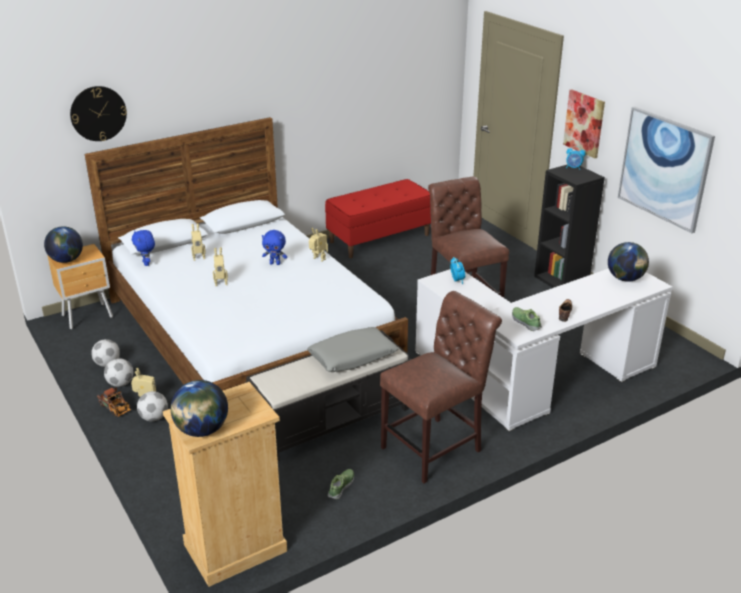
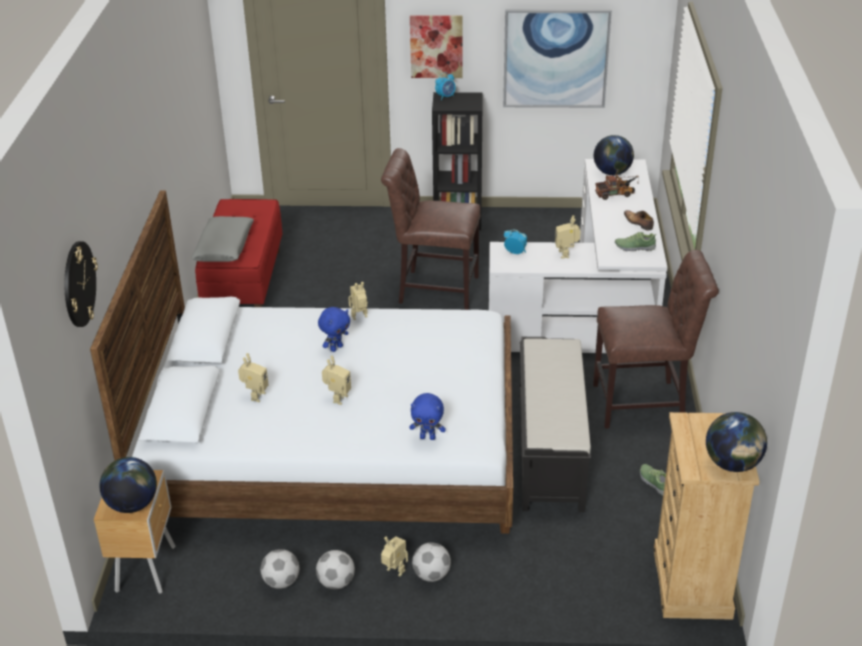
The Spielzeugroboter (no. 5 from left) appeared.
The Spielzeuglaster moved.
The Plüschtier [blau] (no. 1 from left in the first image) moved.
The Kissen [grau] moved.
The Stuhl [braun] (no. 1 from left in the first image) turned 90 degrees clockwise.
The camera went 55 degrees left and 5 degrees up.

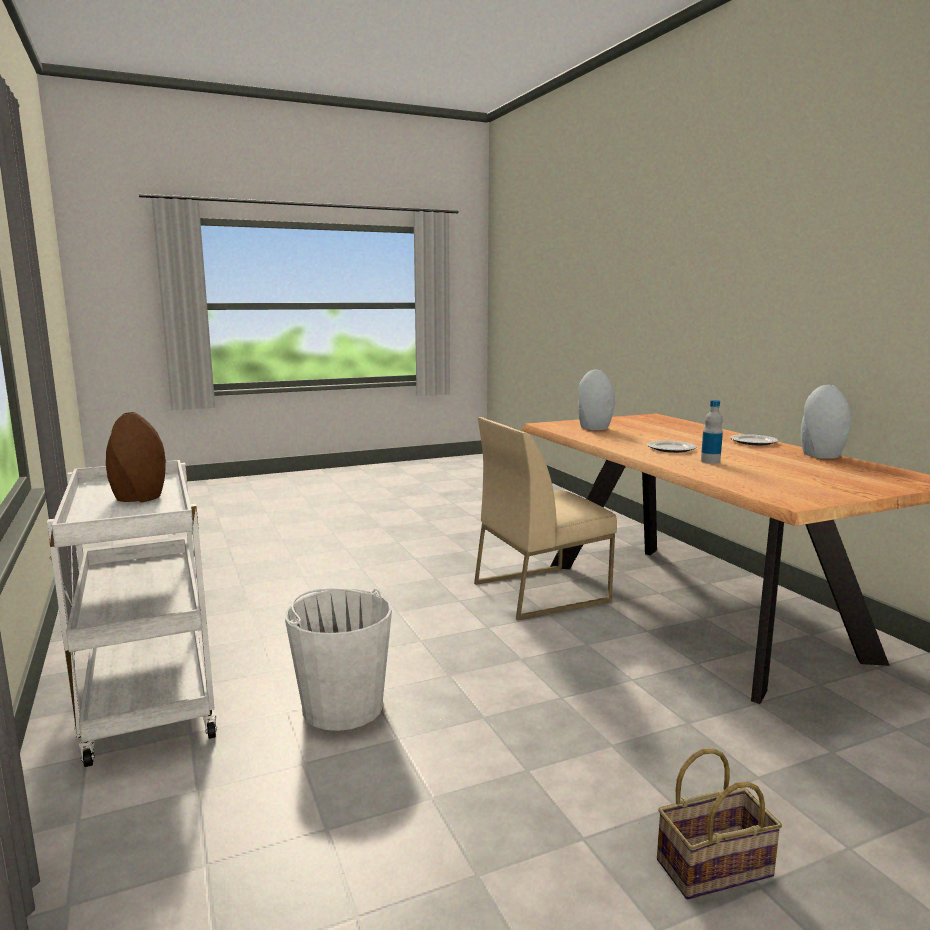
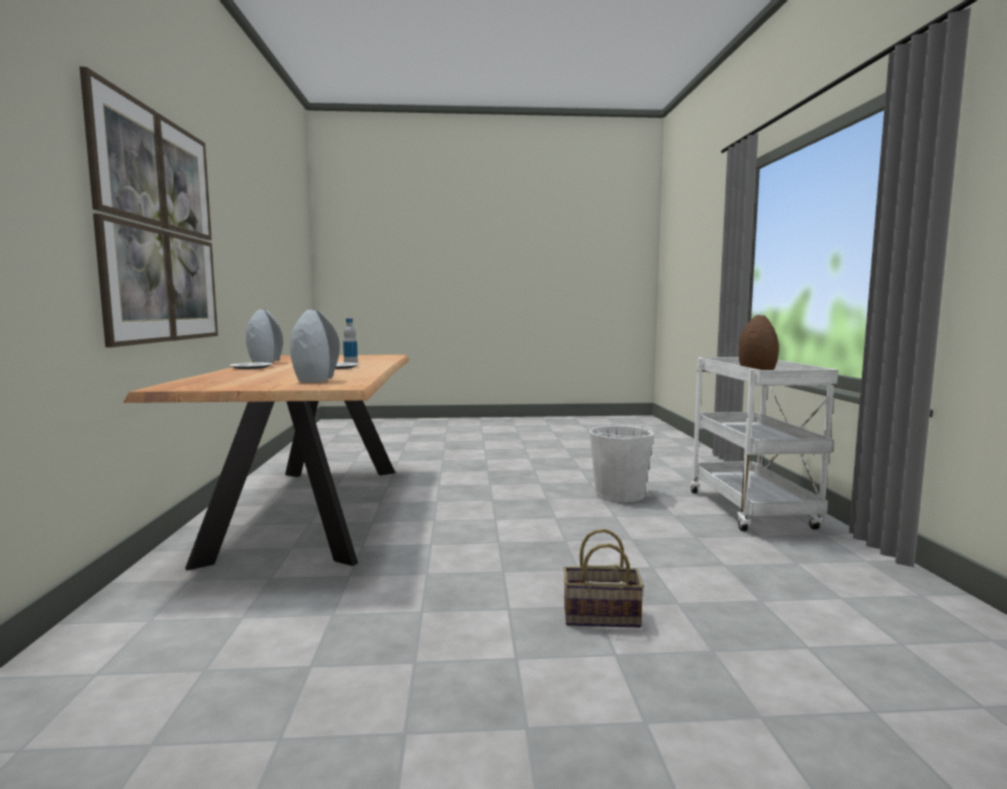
The Stuhl [beige] disappeared.
The Bild appeared.
The Korb moved.
The camera went 160 degrees left and 5 degrees down.

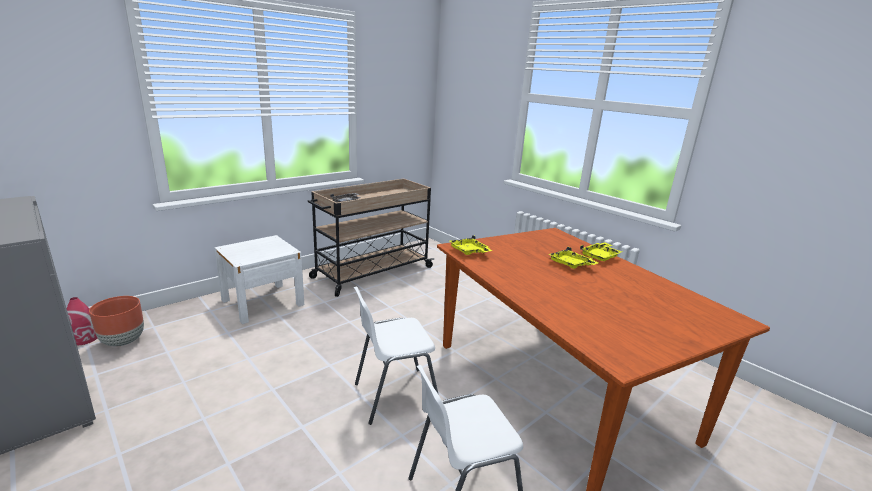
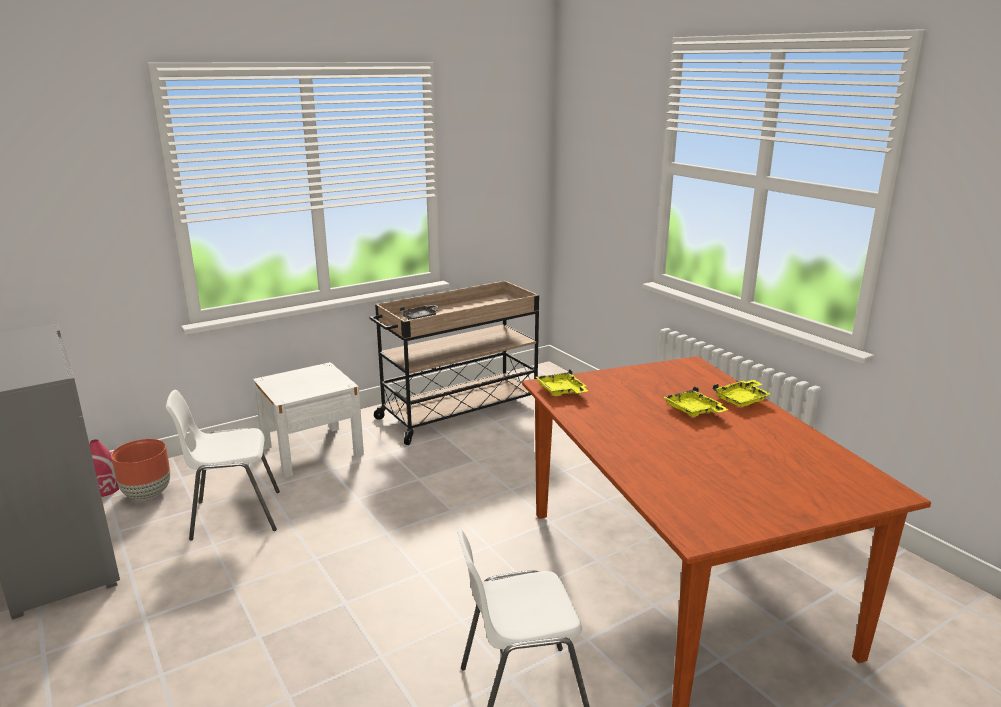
The Stuhl [weiß] (no. 1 from left) moved.
The camera went 10 degrees right and 0 degrees up.

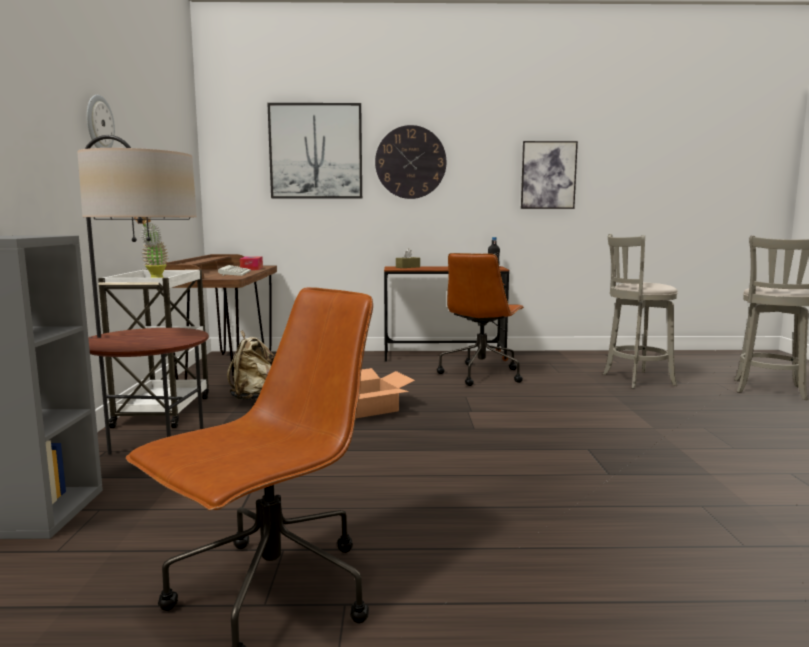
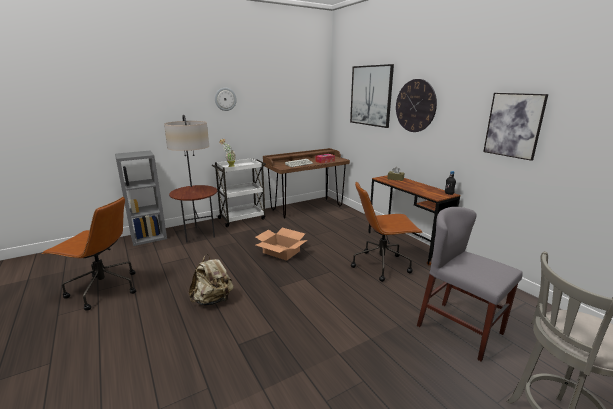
The Rucksack [beige] moved.
The Hocker [grau] (no. 1 from left) was replaced by the Stuhl [grau].
The camera went 60 degrees right and 10 degrees up.

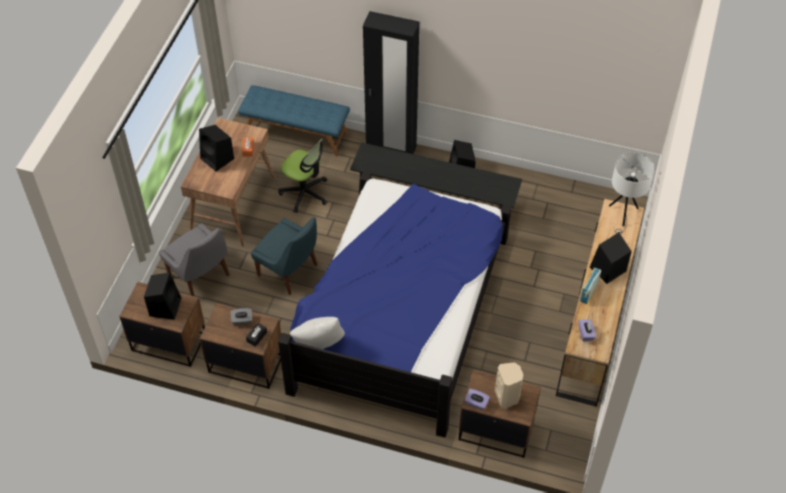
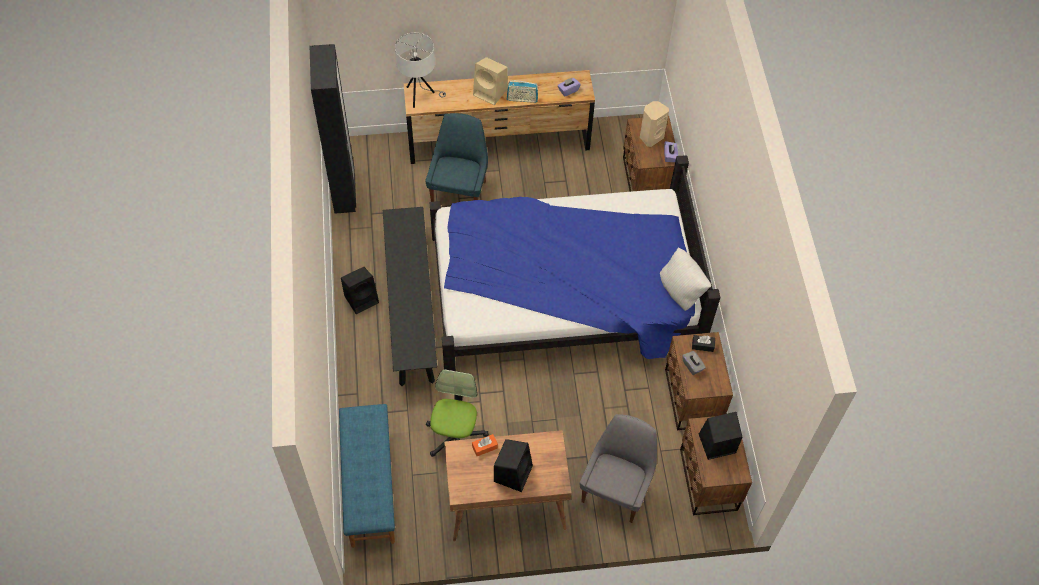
The Stuhl [blau] moved.
The Kleiderschrank [schwarz] moved.
The Lautsprecher [schwarz] (no. 4 from left) became the Lautsprecher [beige] (no. 1 from left).
The camera went 115 degrees left and 5 degrees up.

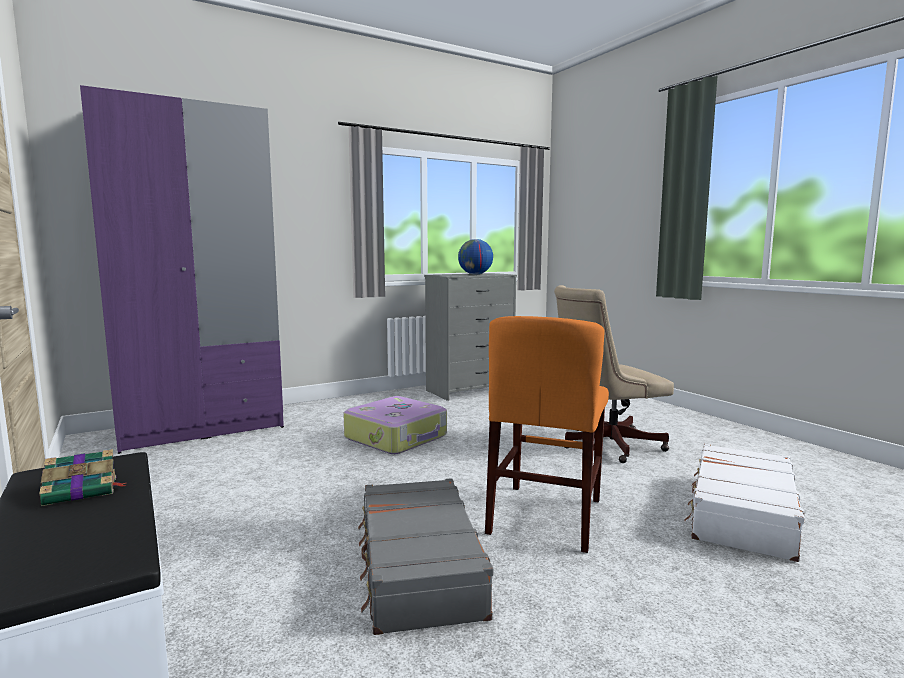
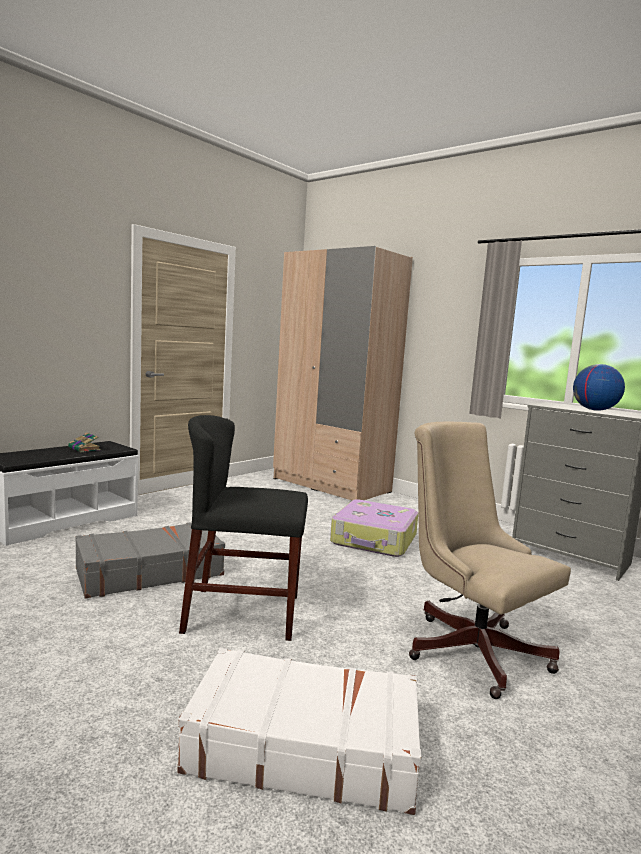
The Kleiderschrank [lila] became the Kleiderschrank [beige].
The Stuhl [orange] became the Stuhl [schwarz].
The camera went 70 degrees right and 0 degrees up.

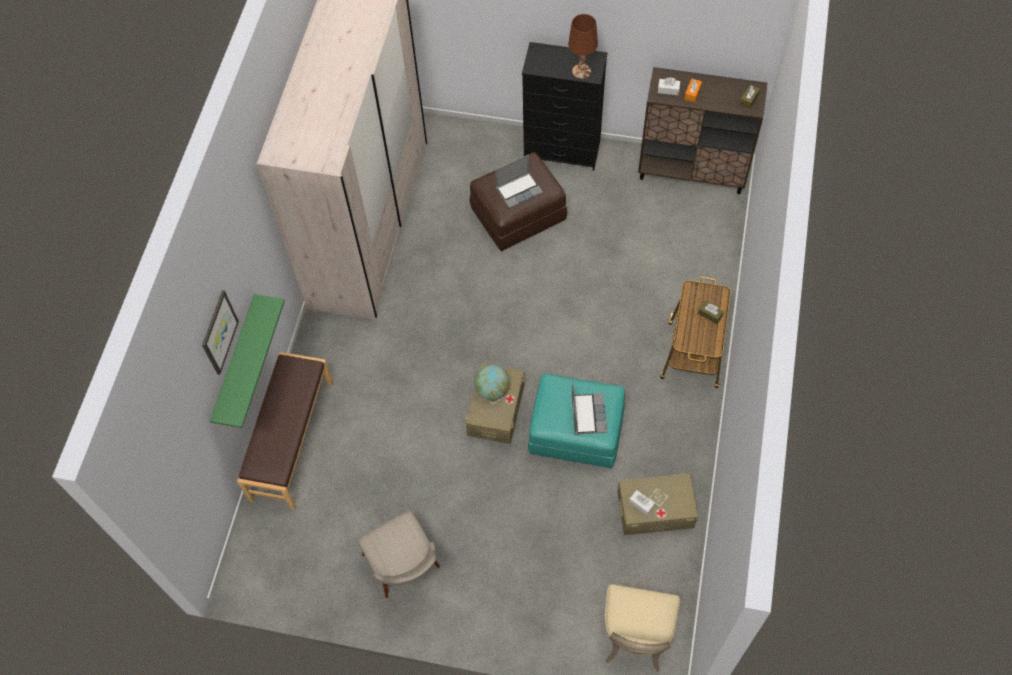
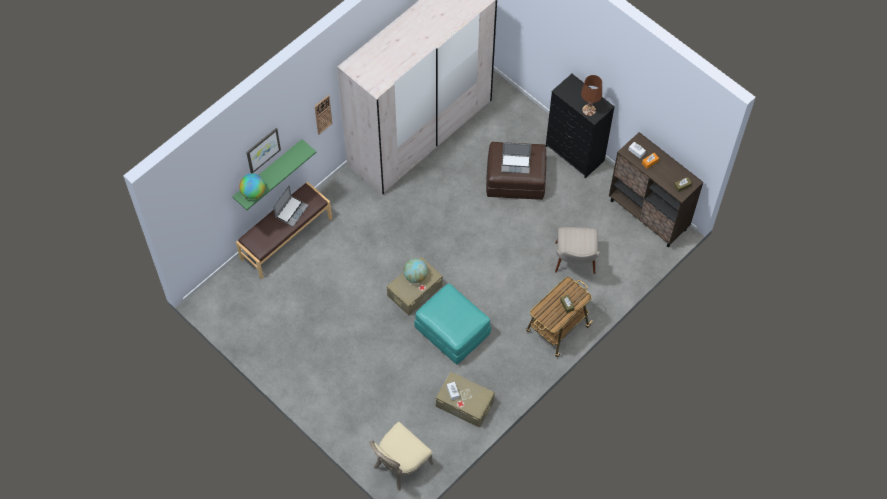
The Globus (no. 1 from left) appeared.
The Wanduhr appeared.
The Stuhl [beige] (no. 1 from left in the first image) moved.
The Laptop (no. 2 from left in the first image) moved.
The camera went 30 degrees right and 0 degrees up.

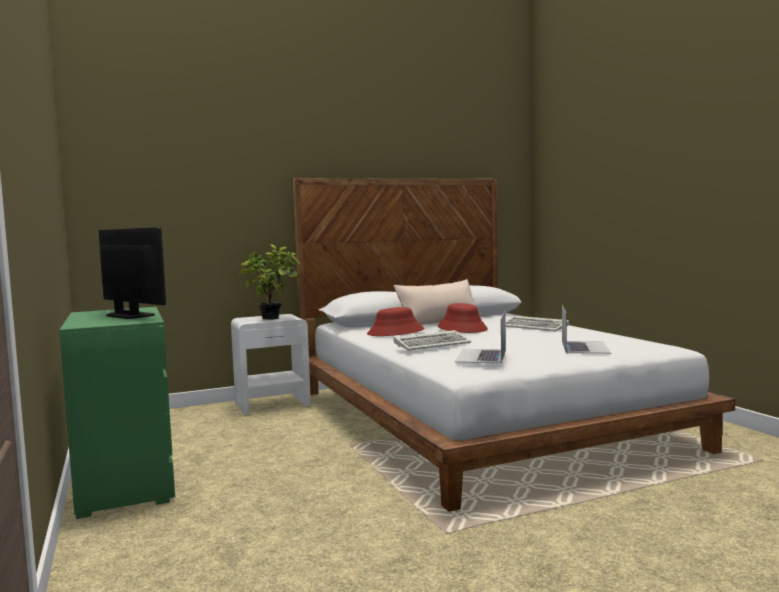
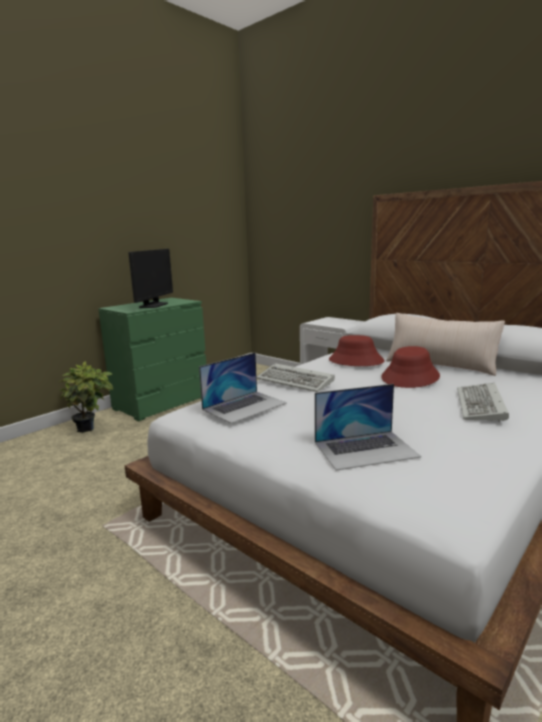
The Topfpflanze moved.
The Laptop (no. 1 from left) turned 150 degrees clockwise.
The camera went 65 degrees right and 10 degrees up.

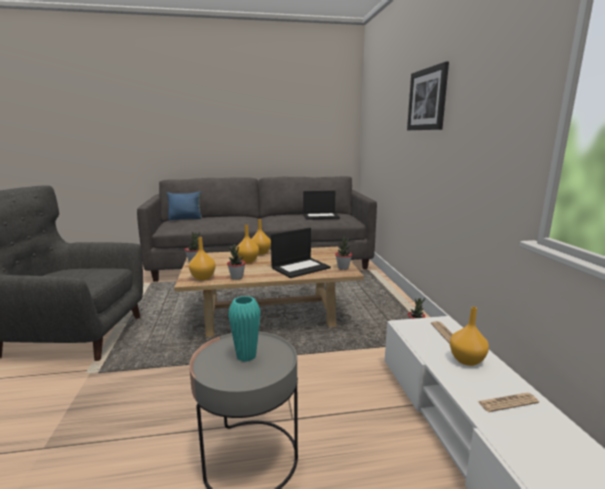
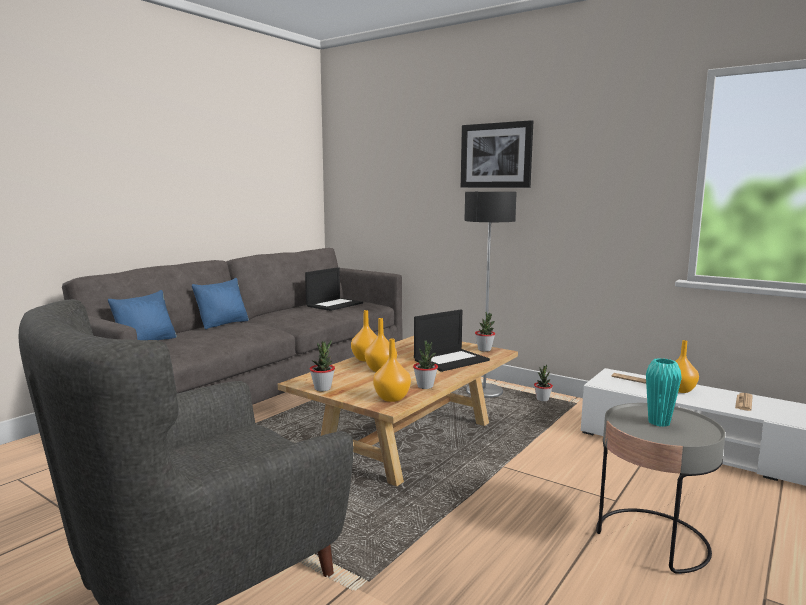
The Kissen [blau] (no. 2 from left) appeared.
The Stehlampe appeared.
The Laptop (no. 1 from left in the first image) turned 45 degrees clockwise.
The camera went 45 degrees left and 5 degrees down.

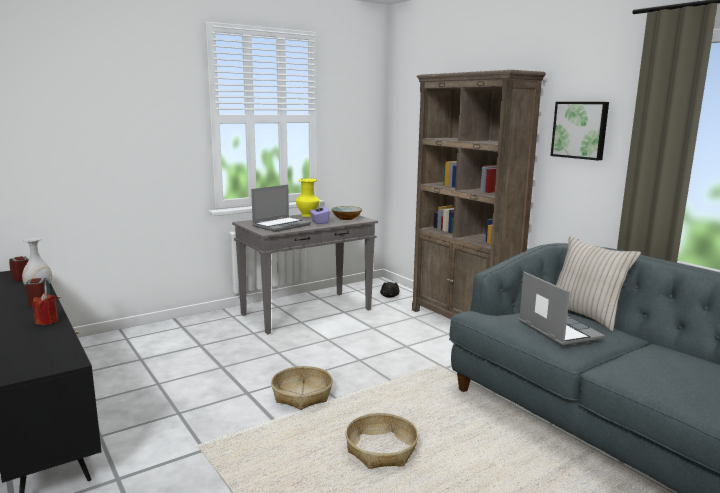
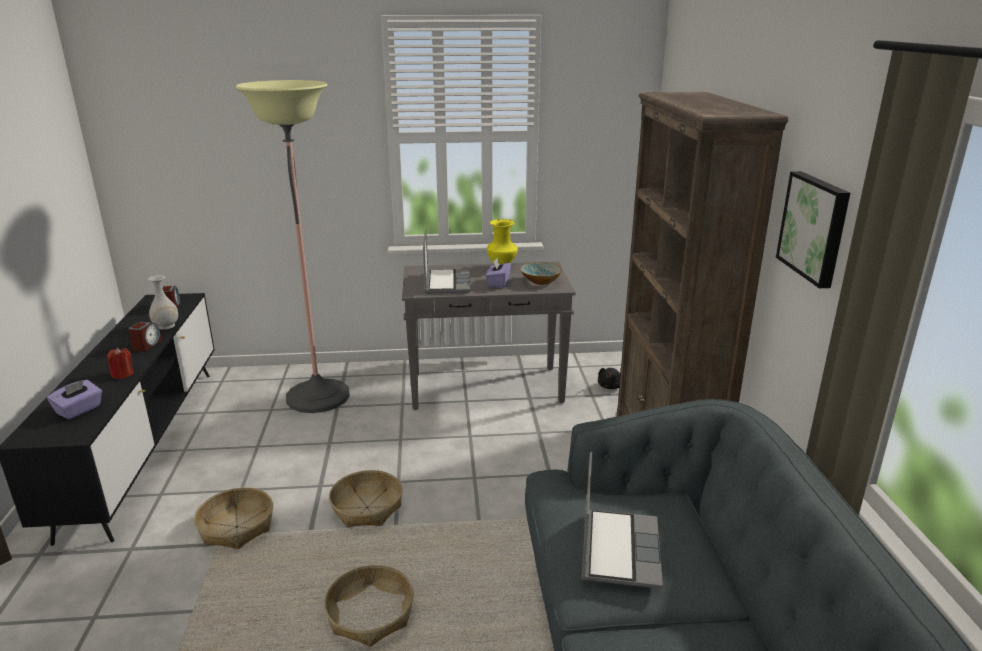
The Kissen [beige] disappeared.
The Taschentuchbox [lila] (no. 1 from left) appeared.
The Korb (no. 1 from left) appeared.
The Stehlampe appeared.
The Laptop (no. 1 from left) turned 75 degrees counterclockwise.
The camera went 30 degrees right and 10 degrees up.

